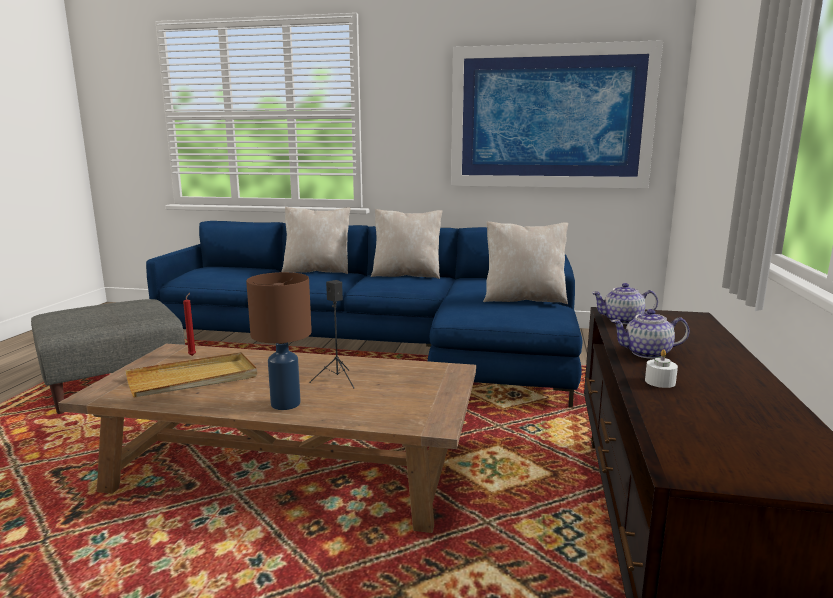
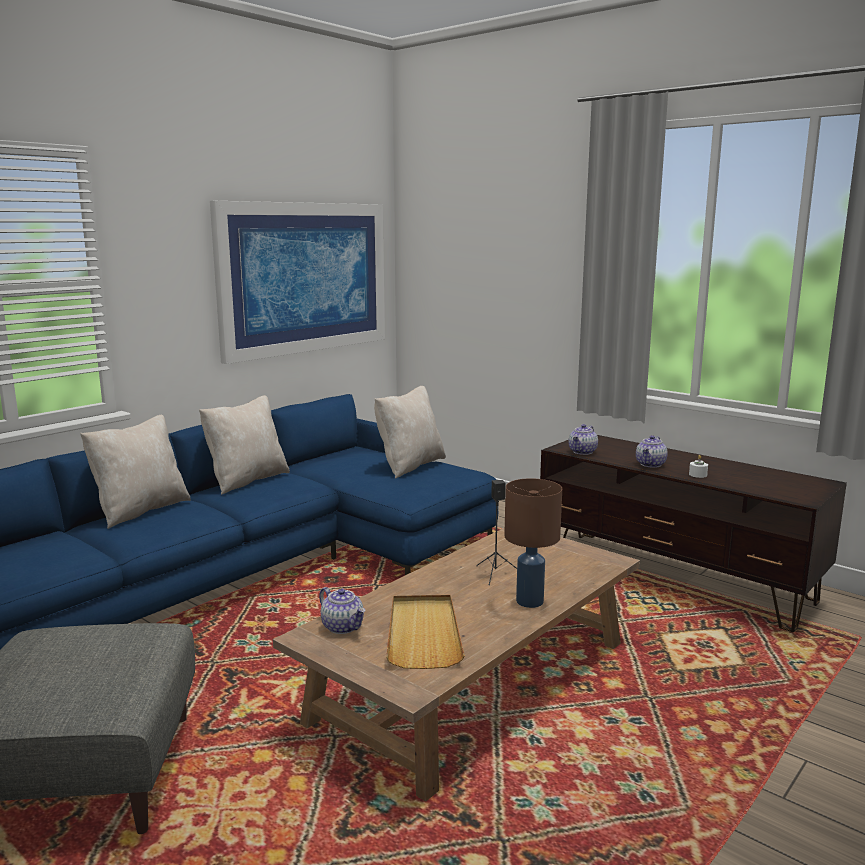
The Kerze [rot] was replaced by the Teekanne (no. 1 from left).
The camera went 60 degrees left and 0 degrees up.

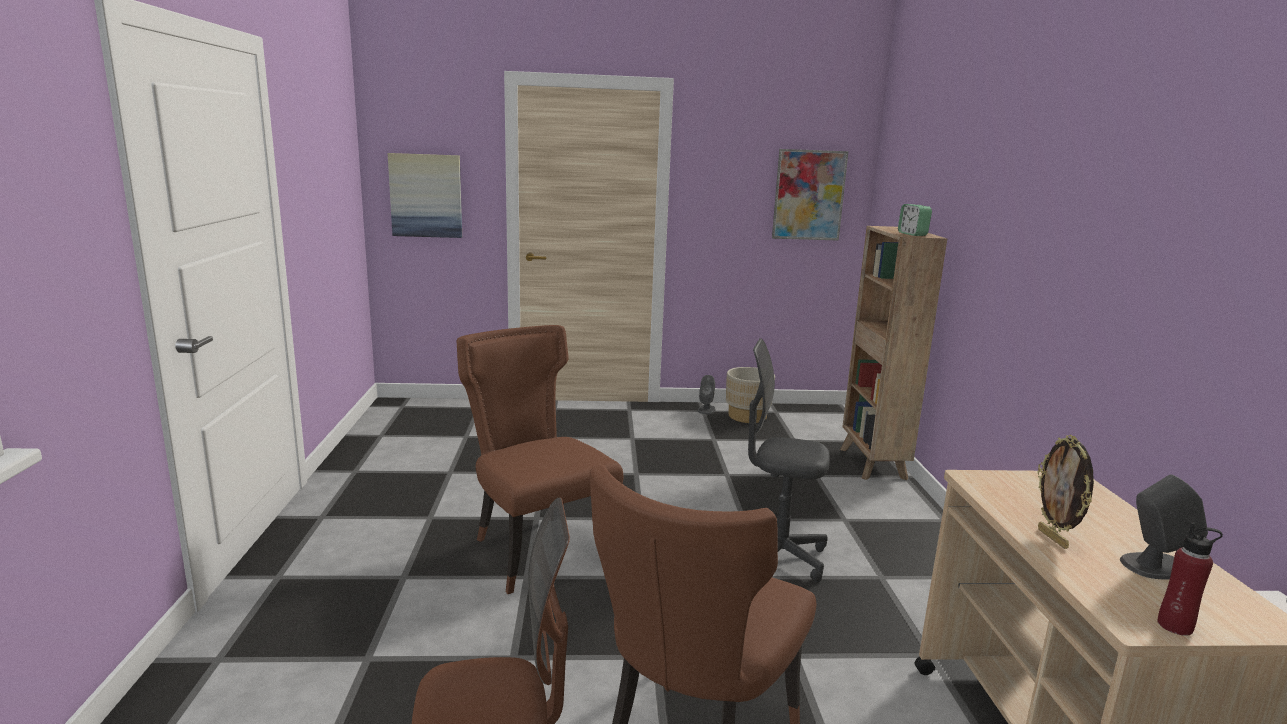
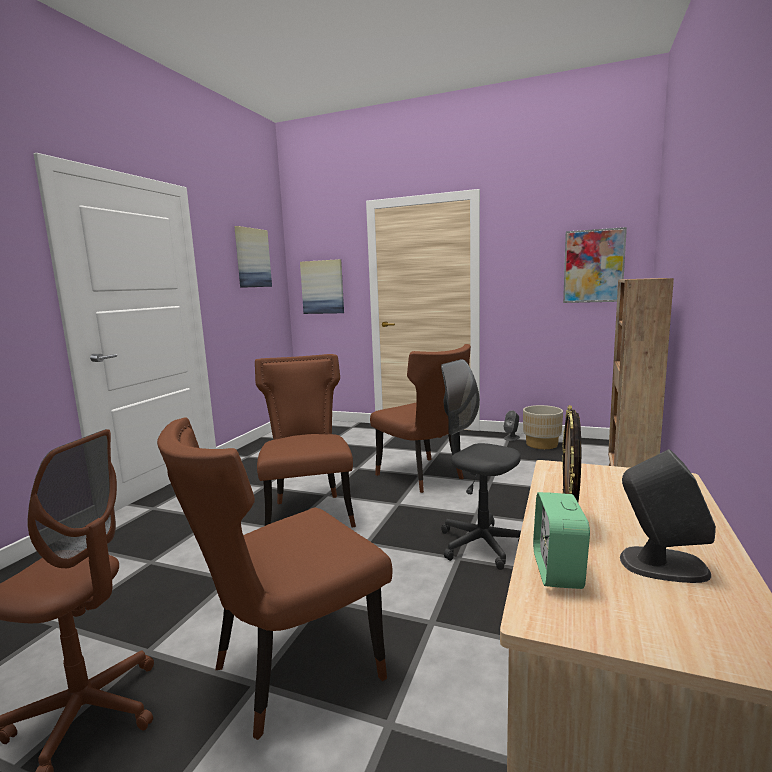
The Flasche [rot] disappeared.
The Bild (no. 1 from left) appeared.
The Stuhl [braun] (no. 3 from left) appeared.
The Wecker moved.
The camera went 25 degrees right and 5 degrees down.

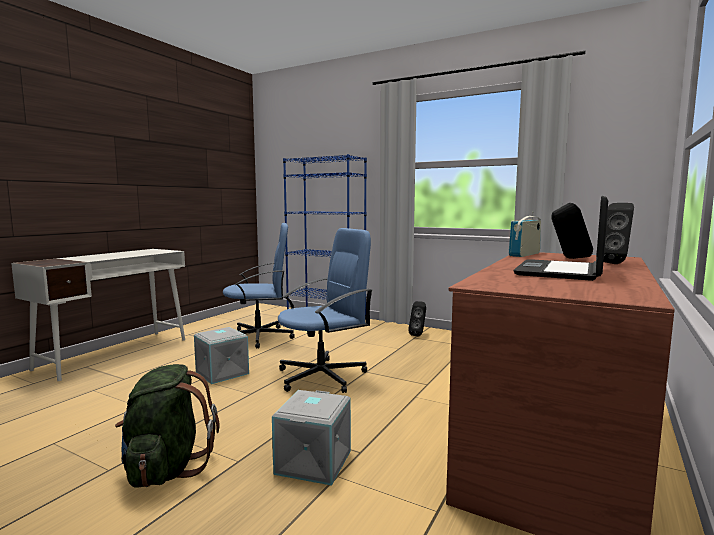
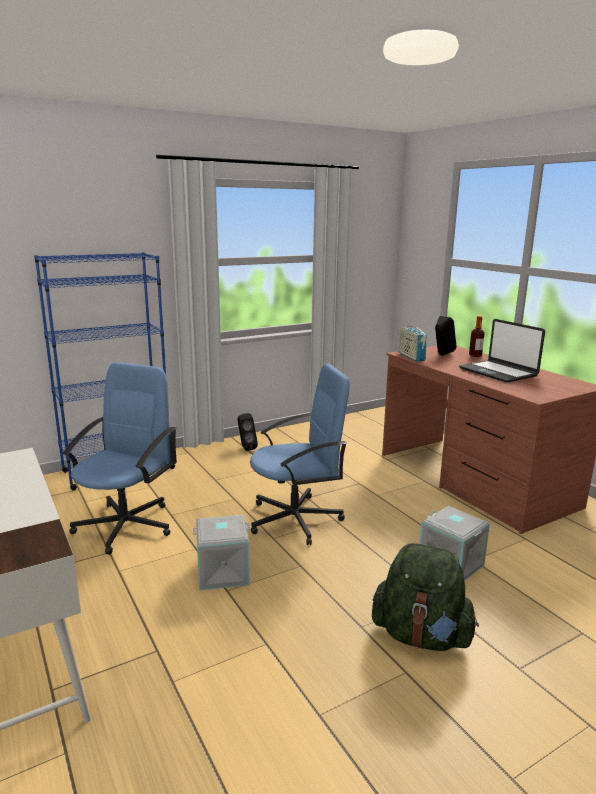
The Lautsprecher [schwarz] (no. 3 from left) was replaced by the Flasche.
The Bürostuhl [blau] (no. 2 from left) turned 75 degrees clockwise.
The camera went 60 degrees left and 10 degrees up.

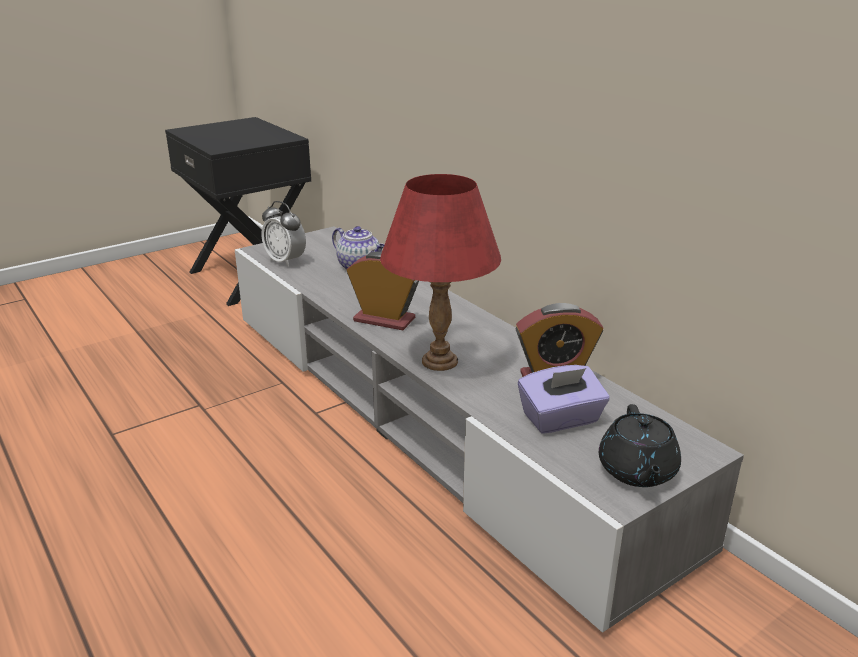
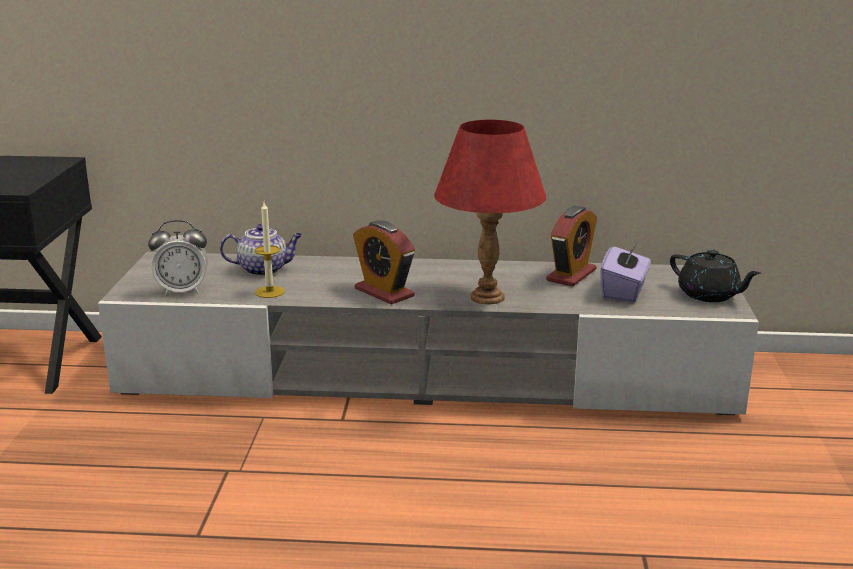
The Kerze appeared.
The Wecker (no. 2 from left) turned 105 degrees counterclockwise.
The camera went 50 degrees left and 5 degrees down.

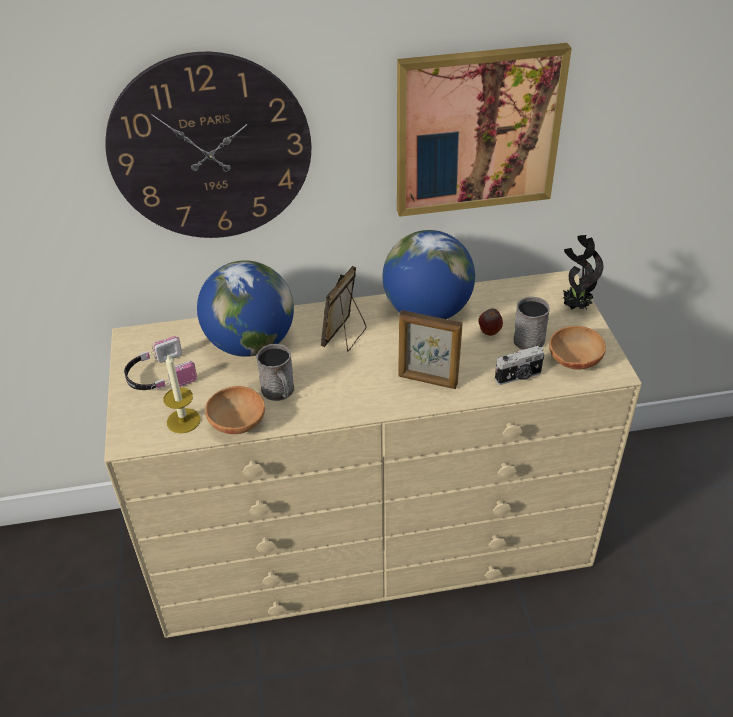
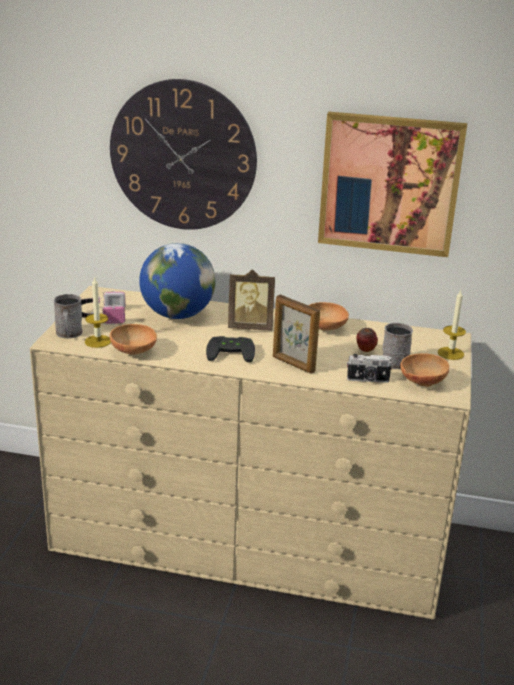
The Gamepad [schwarz] appeared.
The Henkelbecher [grau] (no. 1 from left) moved.
The Globus (no. 2 from left) was replaced by the Schüssel [braun] (no. 2 from left).
The Topfpflanze was replaced by the Kerze (no. 2 from left).
The Bilderrahmen (no. 1 from left) turned 135 degrees counterclockwise.
The camera went 20 degrees right and 15 degrees down.

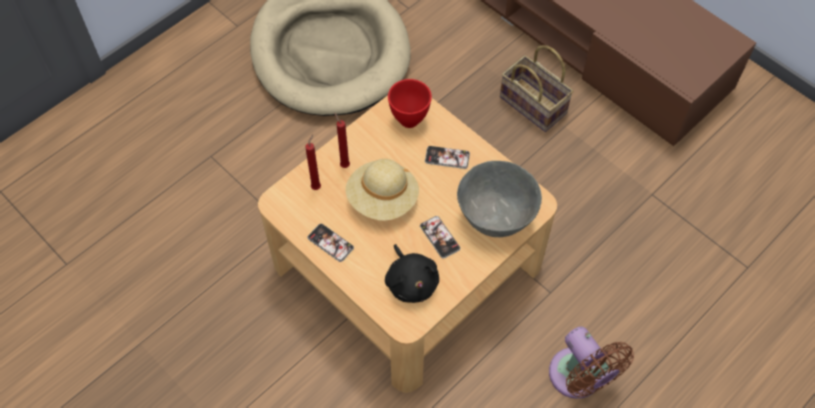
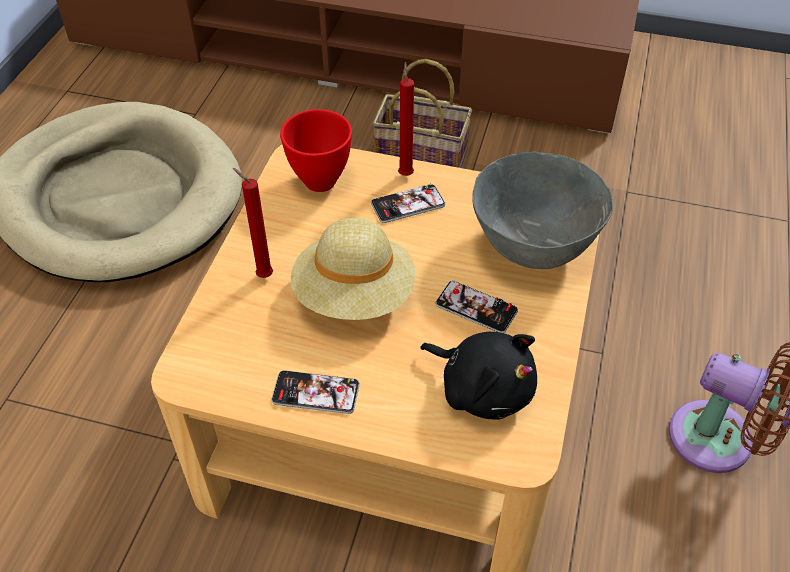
The Kerze [rot] (no. 1 from left in the first image) moved.
The camera went 30 degrees left and 10 degrees down.

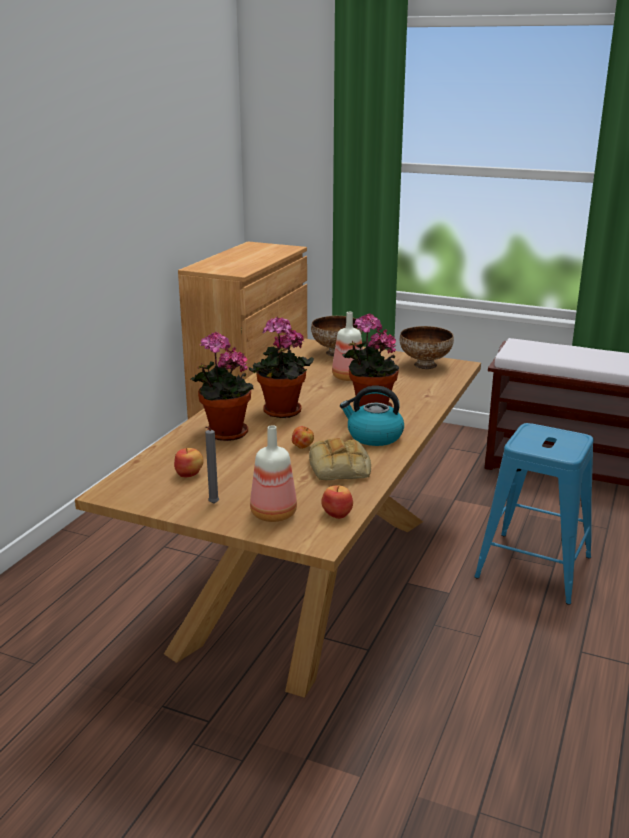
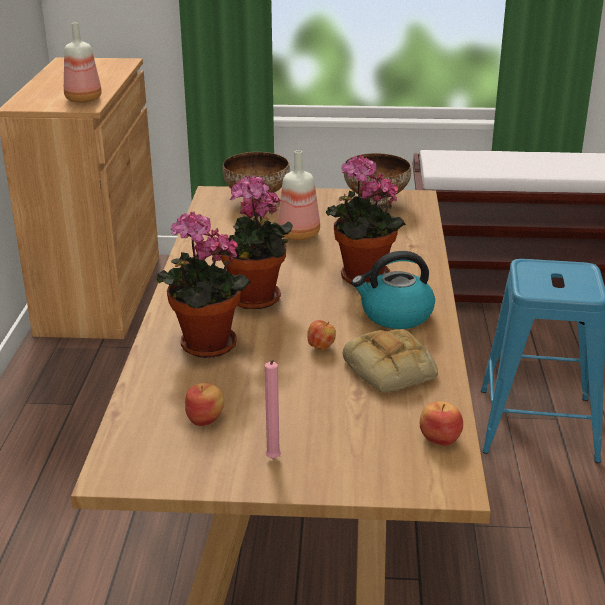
The Flasche (no. 1 from left) moved.
The Kerze [grau] became the Kerze [rosa].
The camera went 20 degrees left and 5 degrees up.

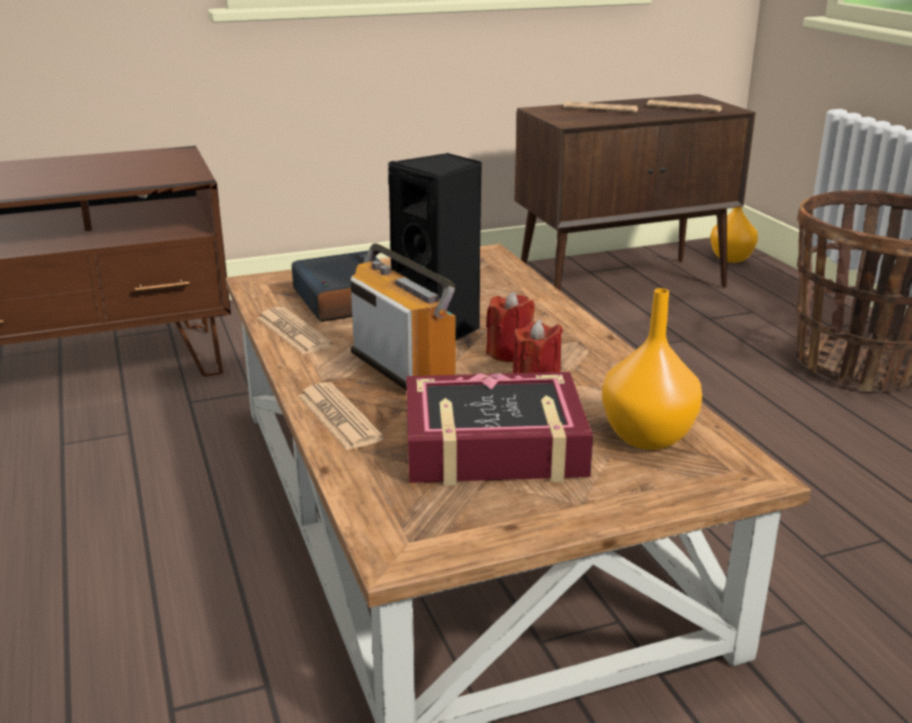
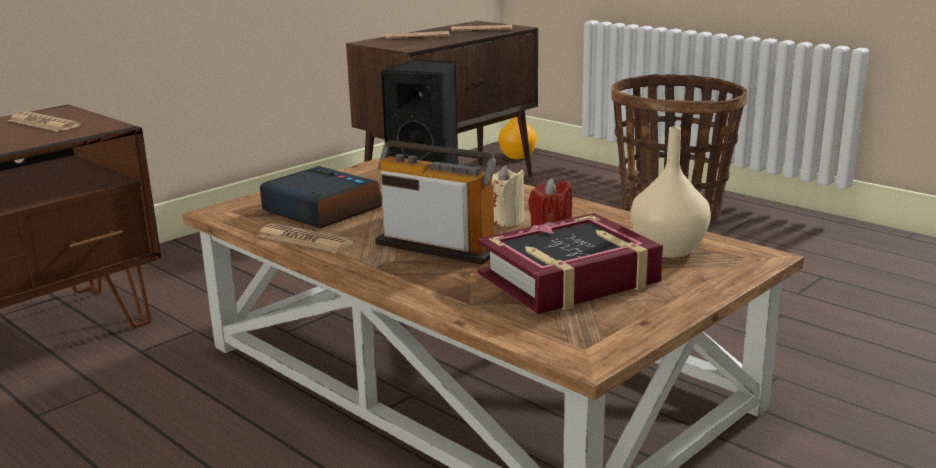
The Zeitung (no. 2 from left in the first image) moved.
The Kerze [rot] (no. 1 from left) became the Kerze [beige].
The Vase [orange] (no. 1 from left) became the Vase [beige].
The camera went 25 degrees left and 5 degrees down.

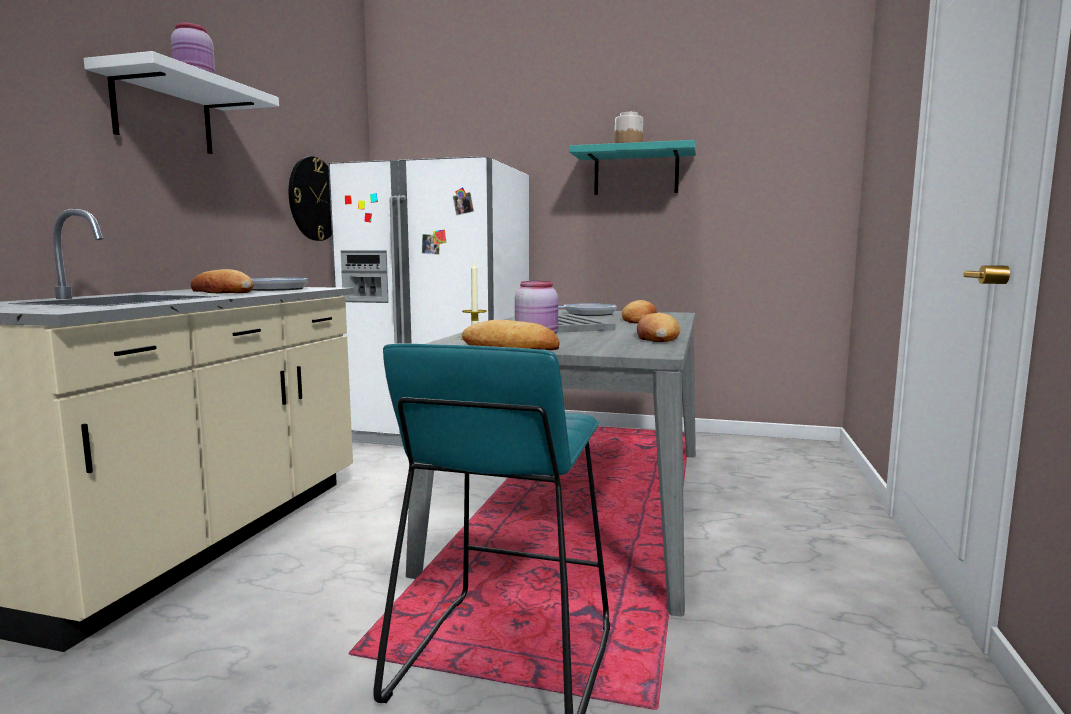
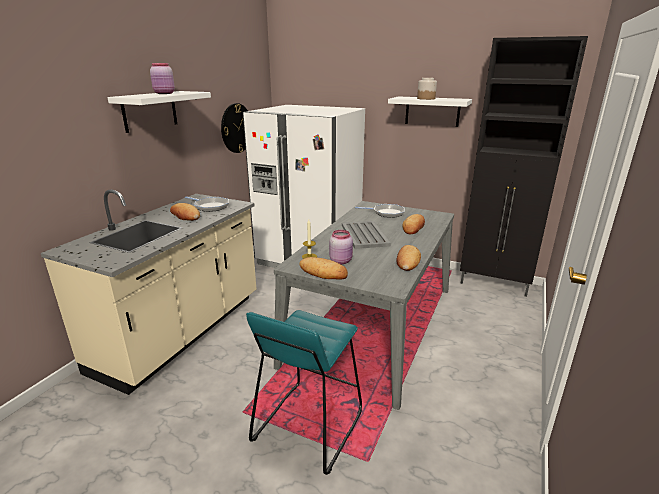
The Schrank [schwarz] appeared.
The Wandregal [türkis] became the Wandregal [weiß] (no. 2 from left).
The camera went 10 degrees right and 15 degrees up.

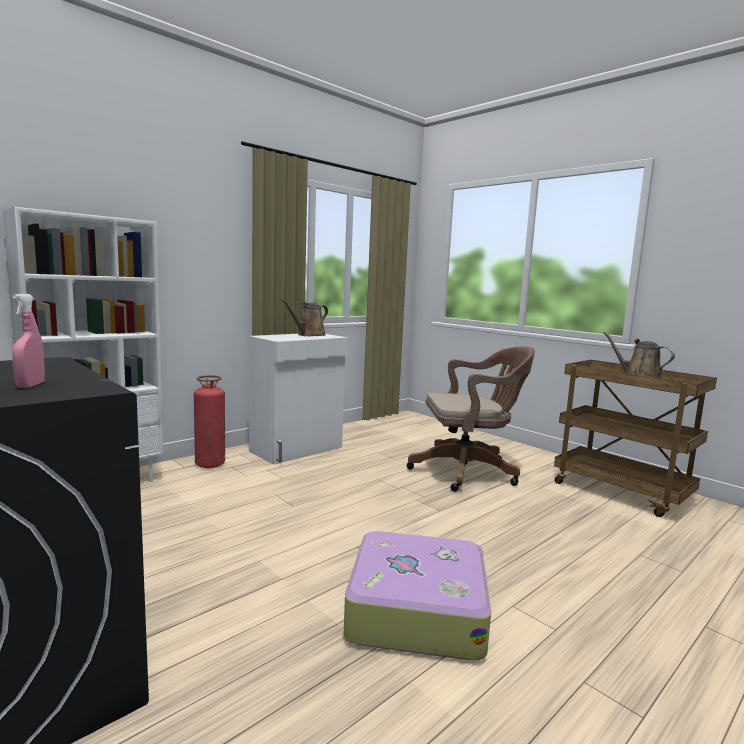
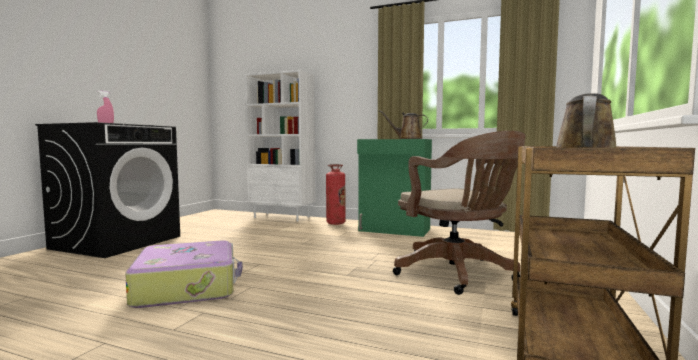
The Schrank [weiß] became the Schrank [grün].
The camera went 65 degrees right and 5 degrees down.

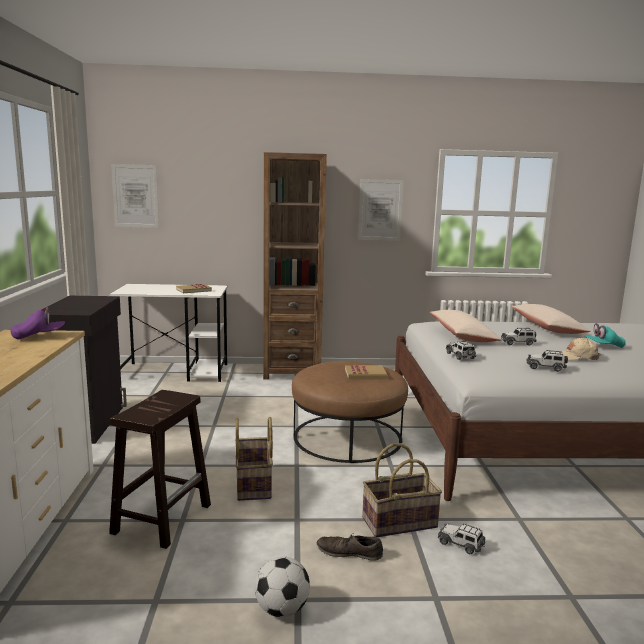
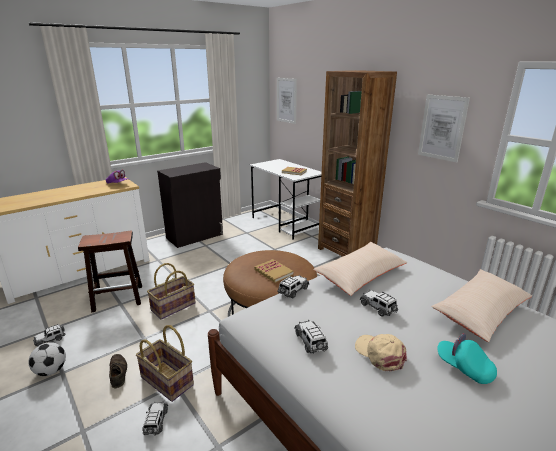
The Spielzeugauto (no. 1 from left) appeared.
The camera went 55 degrees right and 10 degrees up.

